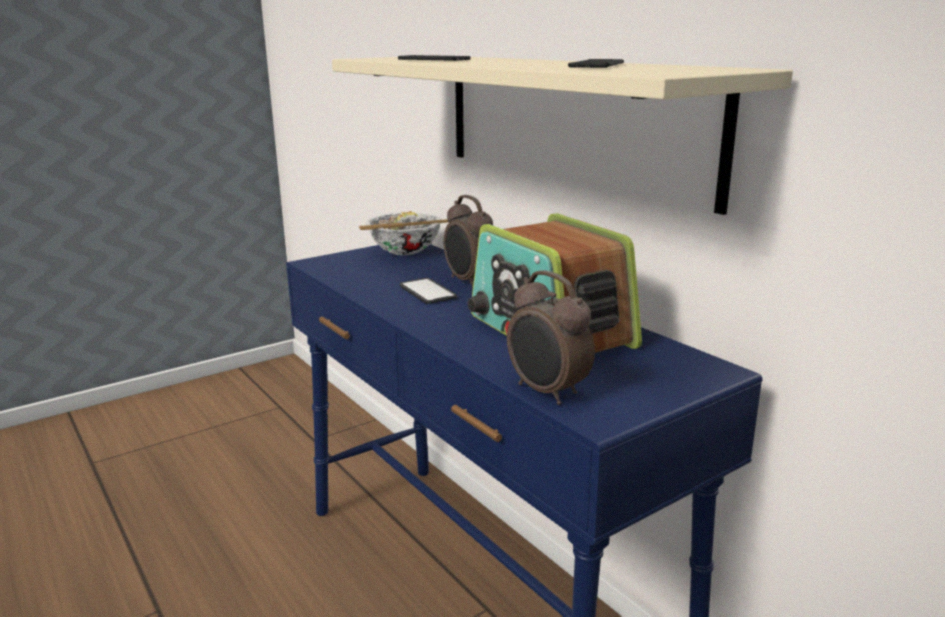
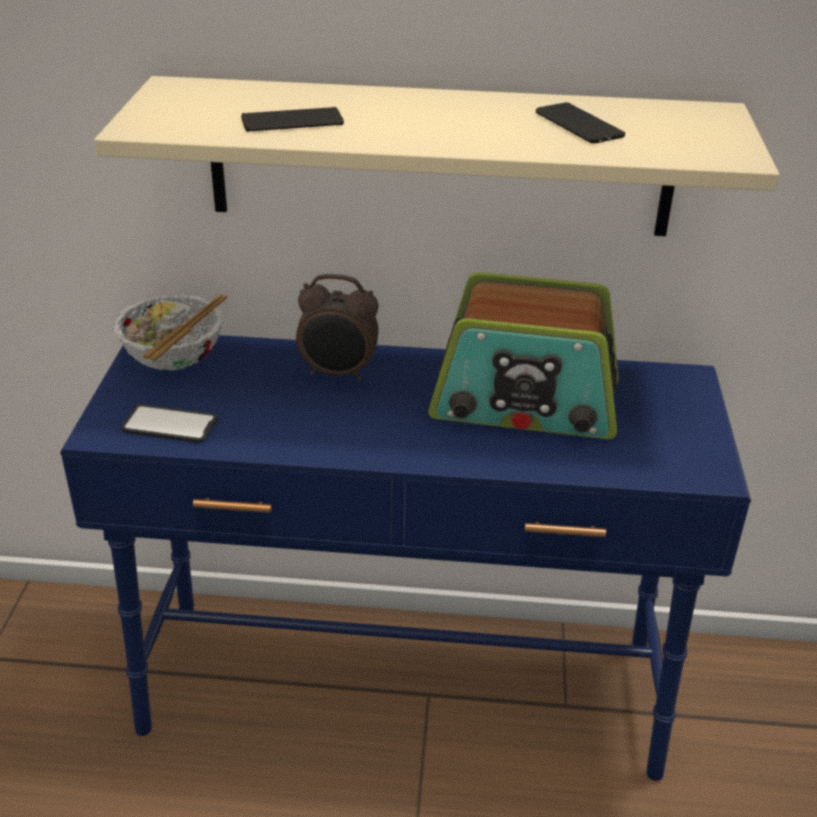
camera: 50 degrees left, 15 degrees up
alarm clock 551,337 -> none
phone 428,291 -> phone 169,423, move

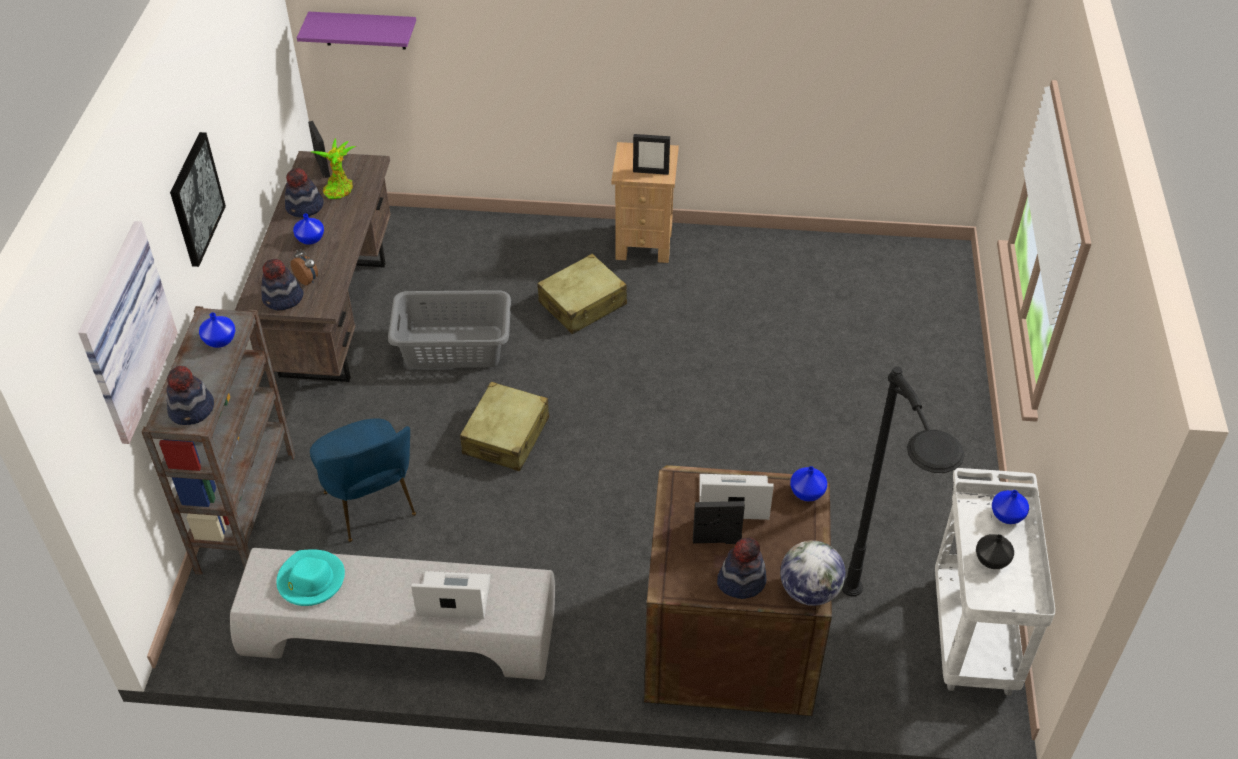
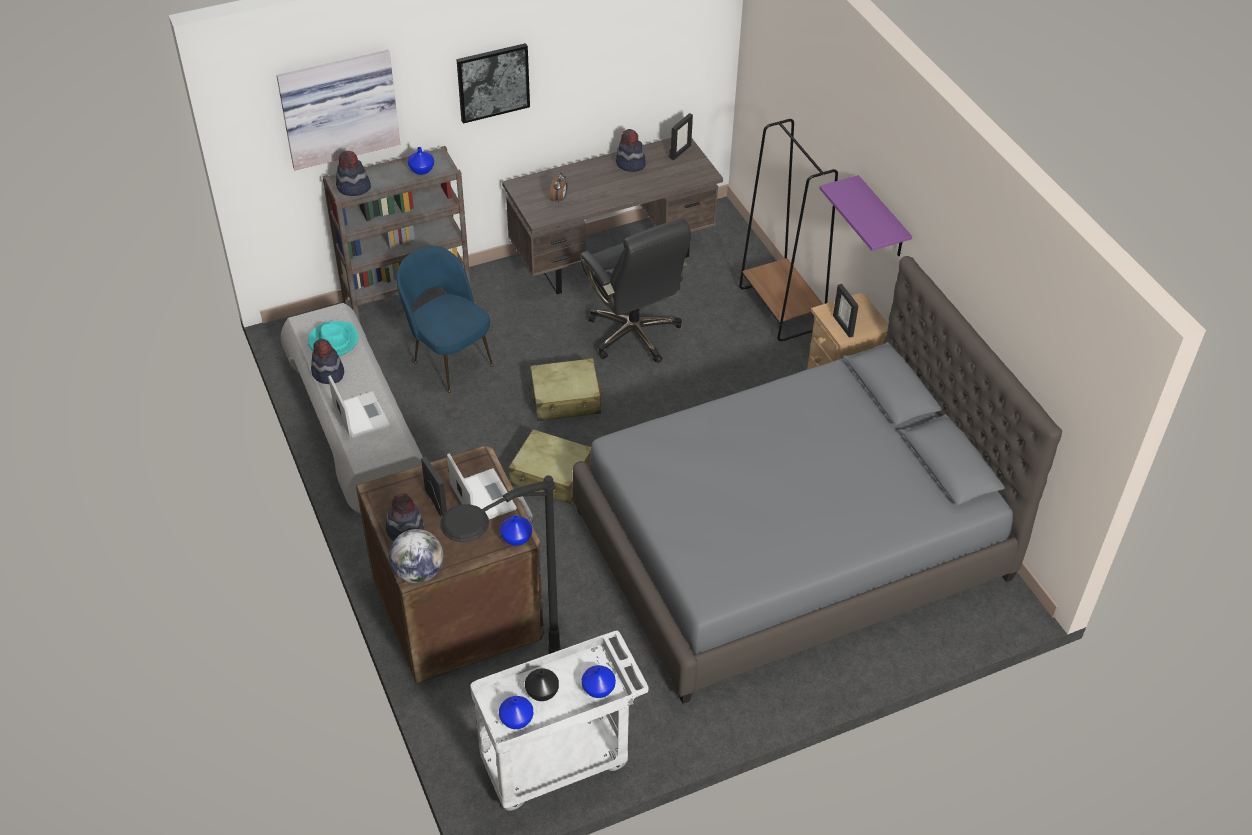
camera: 60 degrees right, 0 degrees up
shelf/purple 356,31 -> shelf/purple 865,215, move
potted plant 334,168 -> none
vase/blue 308,229 -> vase/blue 516,712, move
suitcase/beige 582,294 -> suitcase/beige 549,466, move
hat 282,285 -> hat 327,361, move
laundry basket/grey 449,329 -> office chair/black 635,290
chair/blue 363,480 -> chair/blue 444,319, 105 degrees clockwise
none -> clothes rack 788,230
none -> bed/grey 817,480

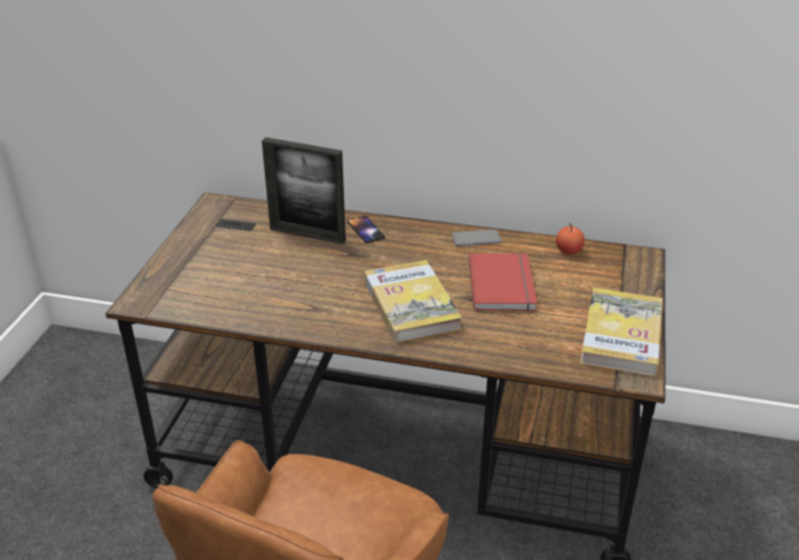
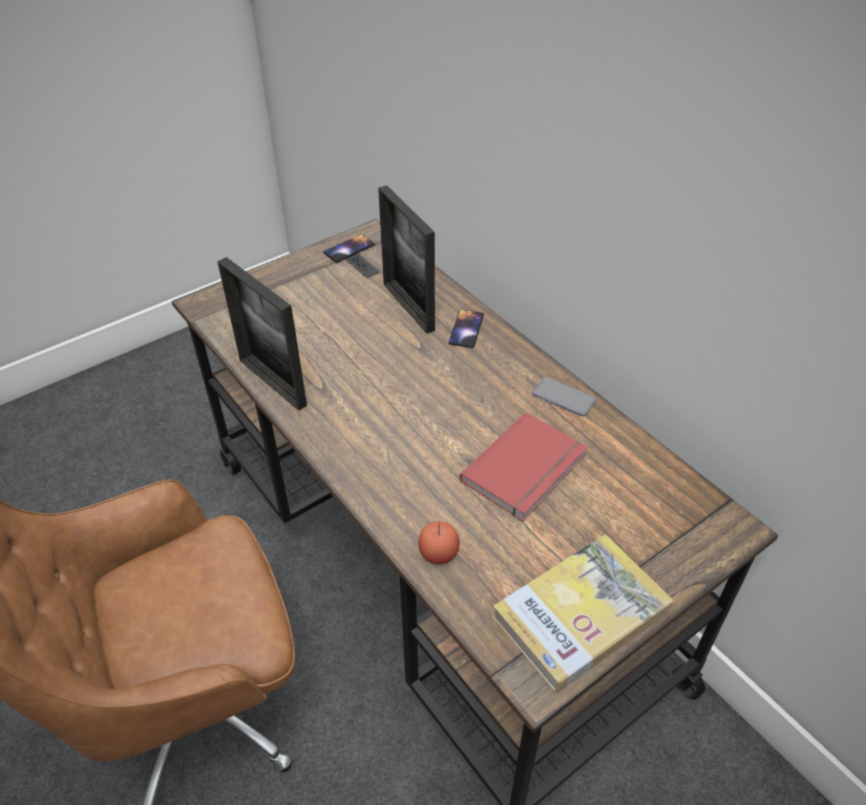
camera: 40 degrees right, 10 degrees up
apple 570,239 -> apple 439,542, move
book 413,301 -> none
none -> phone 349,248
none -> picture frame 262,333

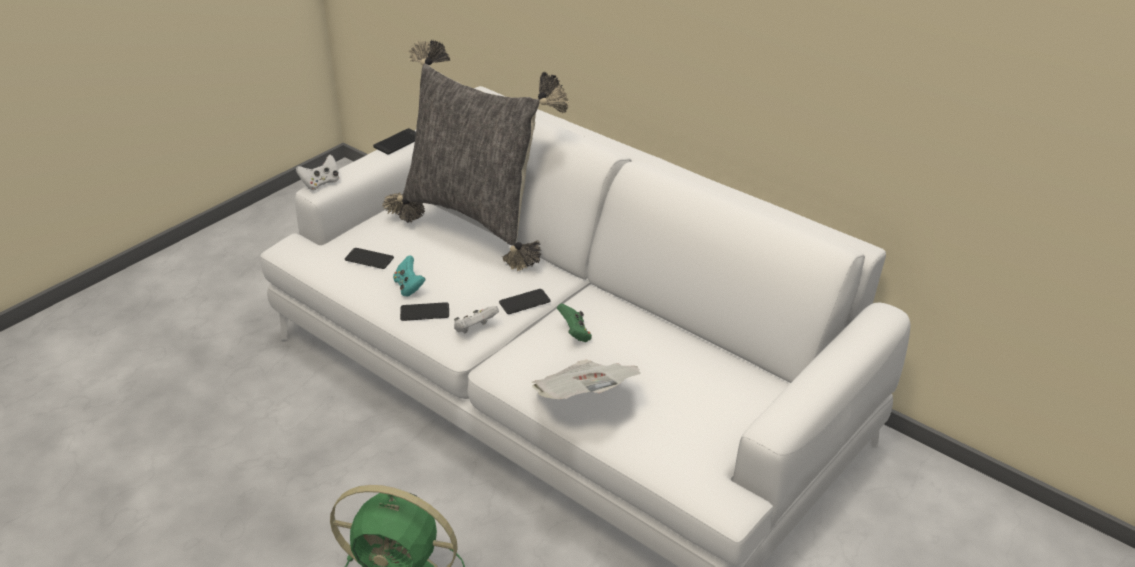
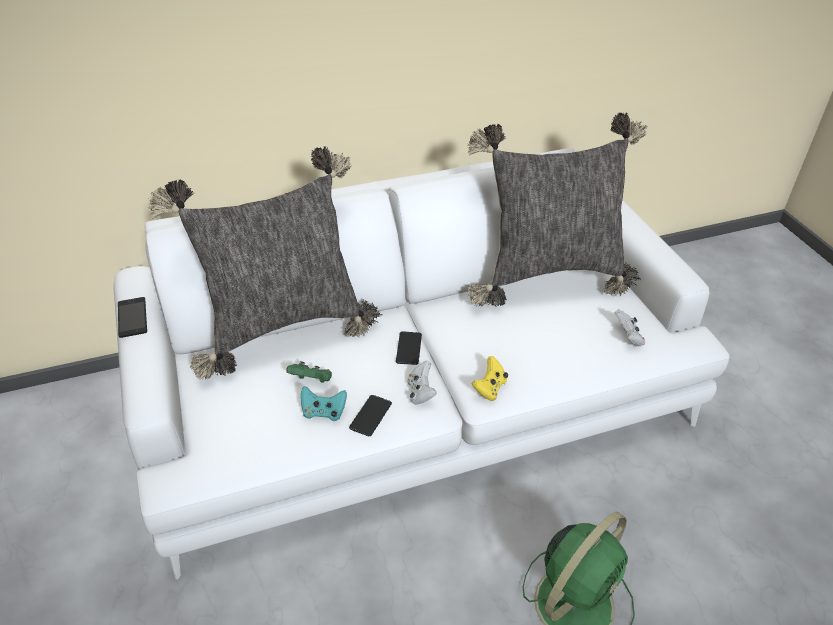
camera: 60 degrees left, 5 degrees up
game controller/white 317,172 -> game controller/white 629,327, move
phone 369,258 -> none
game controller/green 574,323 -> game controller/green 309,372, move
newspaper 586,379 -> none
none -> pillow 558,209
none -> game controller/yellow 490,378

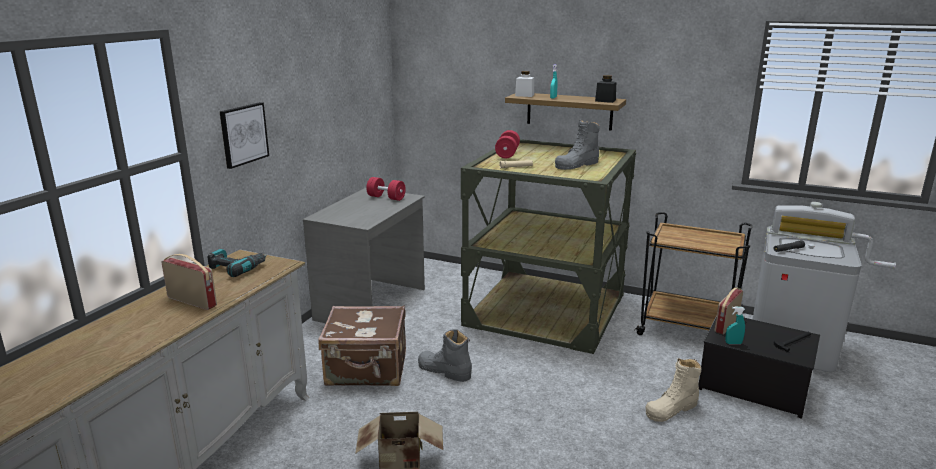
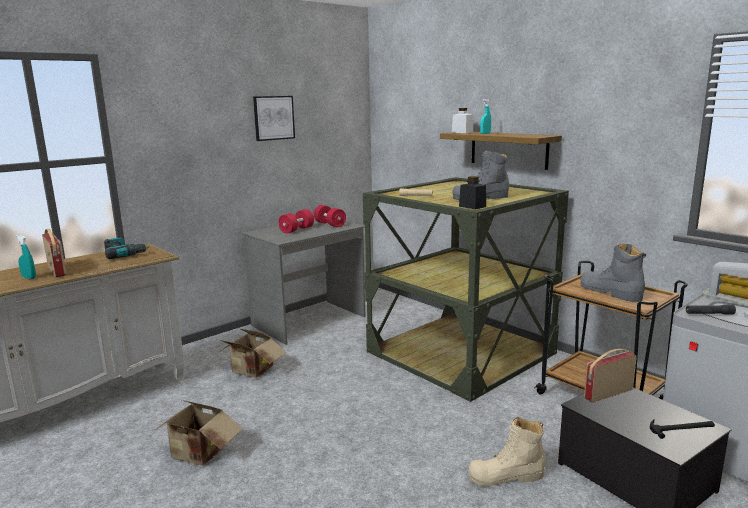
camera: 25 degrees right, 5 degrees down
jar/black 605,89 -> jar/black 472,193, move
picture 244,135 -> picture 274,118, move
dumbbell/red 507,144 -> dumbbell/red 296,221, move
suitcase/brown 362,346 -> cardboard box 252,353
spray bottle/turquoise 735,325 -> spray bottle/turquoise 26,257, move
boot/grey 445,355 -> boot/grey 613,273, move

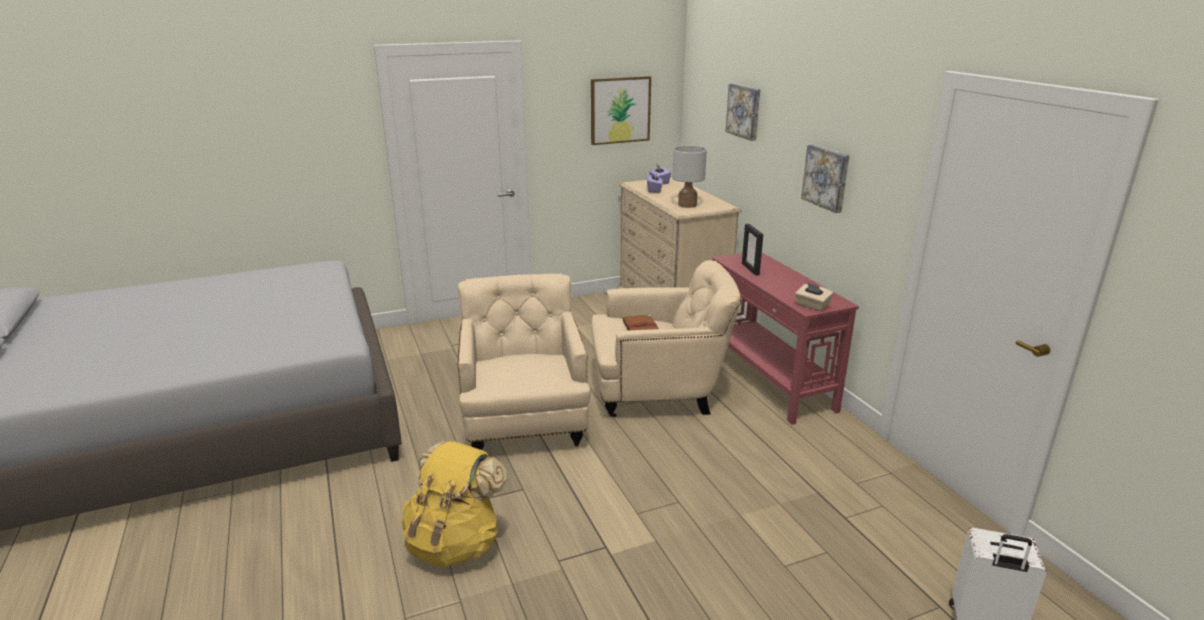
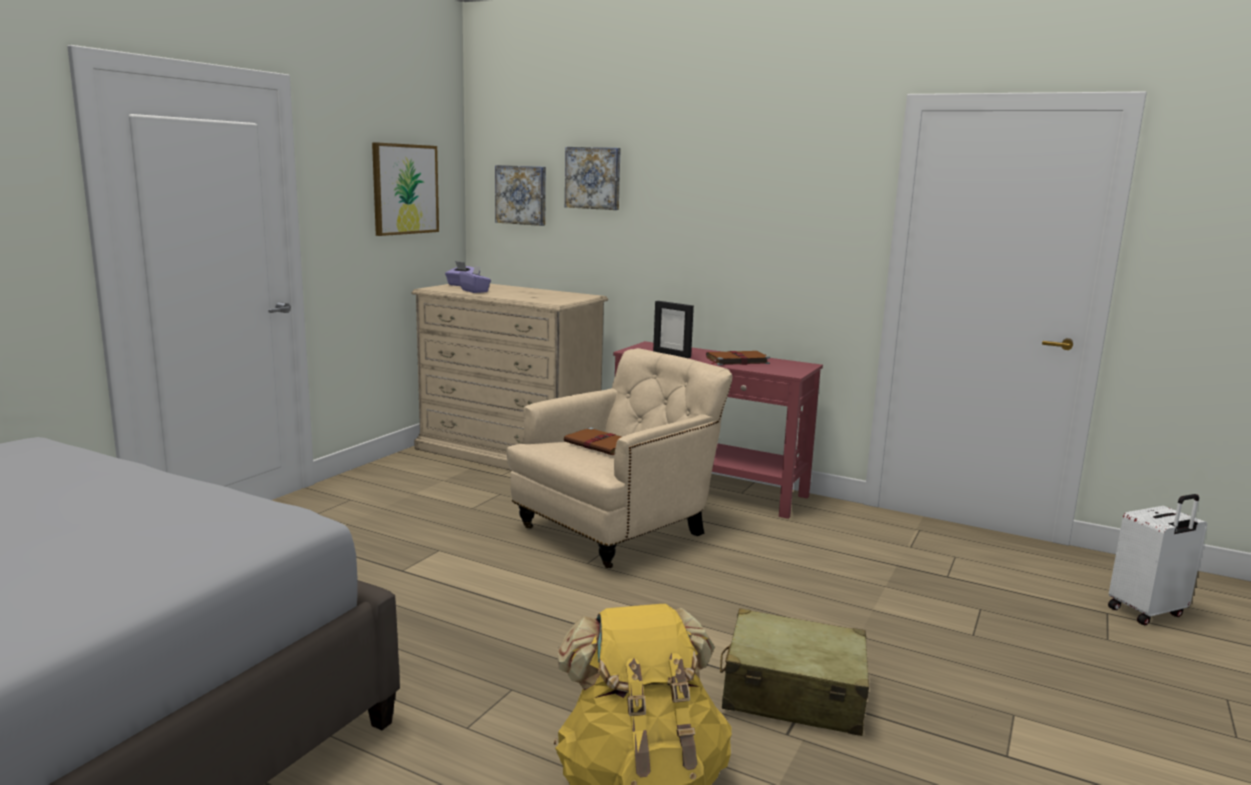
camera: 40 degrees left, 10 degrees down
picture 825,178 -> picture 520,195, move
table lamp/grey 689,177 -> none
armchair/beige 524,362 -> none
tissue box/beige 814,297 -> none
none -> book/brown 738,358
none -> suitcase/beige 794,672

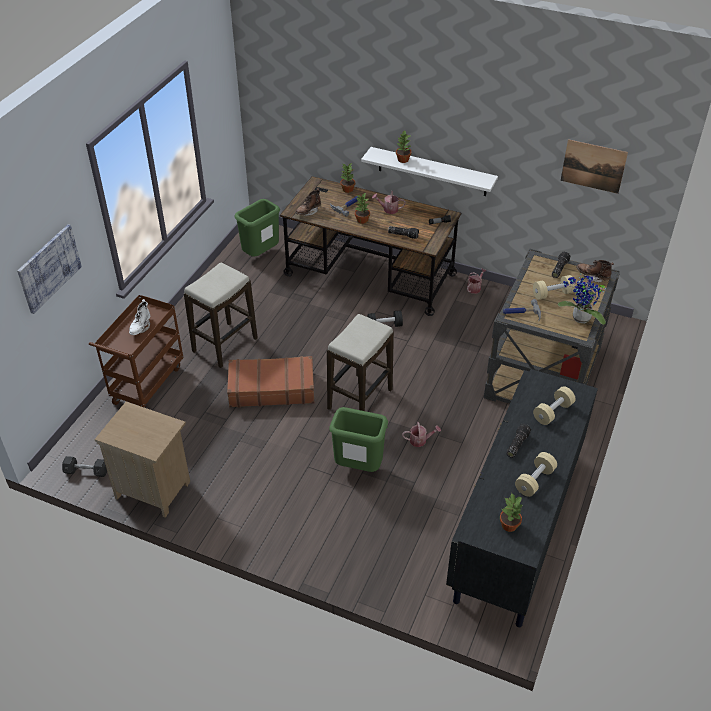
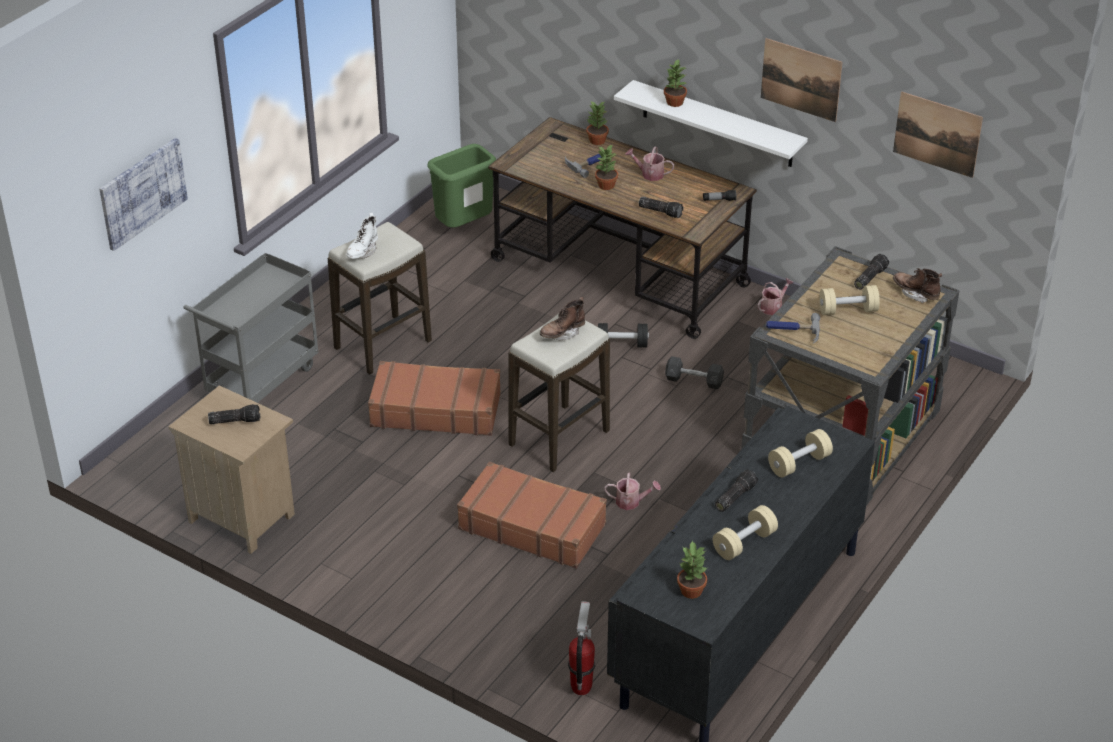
camera: 10 degrees right, 5 degrees down
boot/brown 308,202 -> boot/brown 562,319, move
potted plant 581,299 -> none
cart/brown 136,351 -> cart/grey 250,328
boot/white 139,317 -> boot/white 362,236, move
trash can/green 358,439 -> suitcase/brown 532,515
dumbbell/grey 84,466 -> dumbbell/grey 694,372, move
none -> picture 802,80
none -> flashlight 234,414
none -> fire extinguisher 581,648

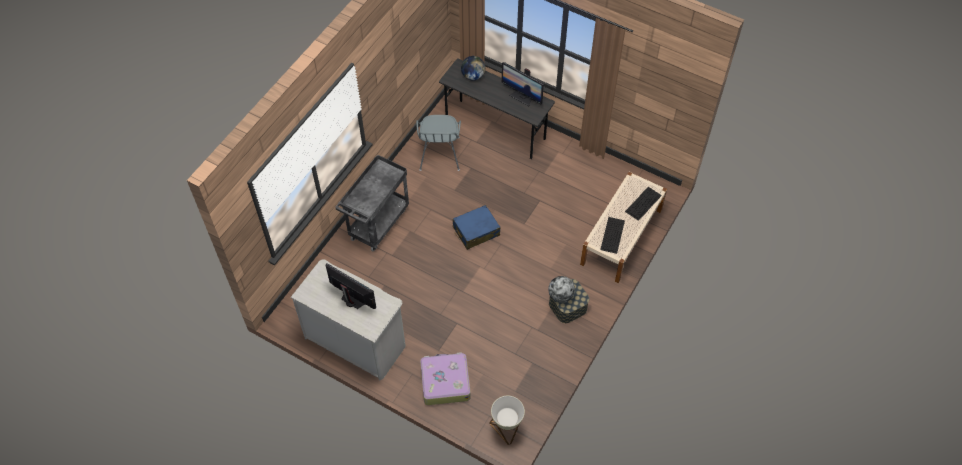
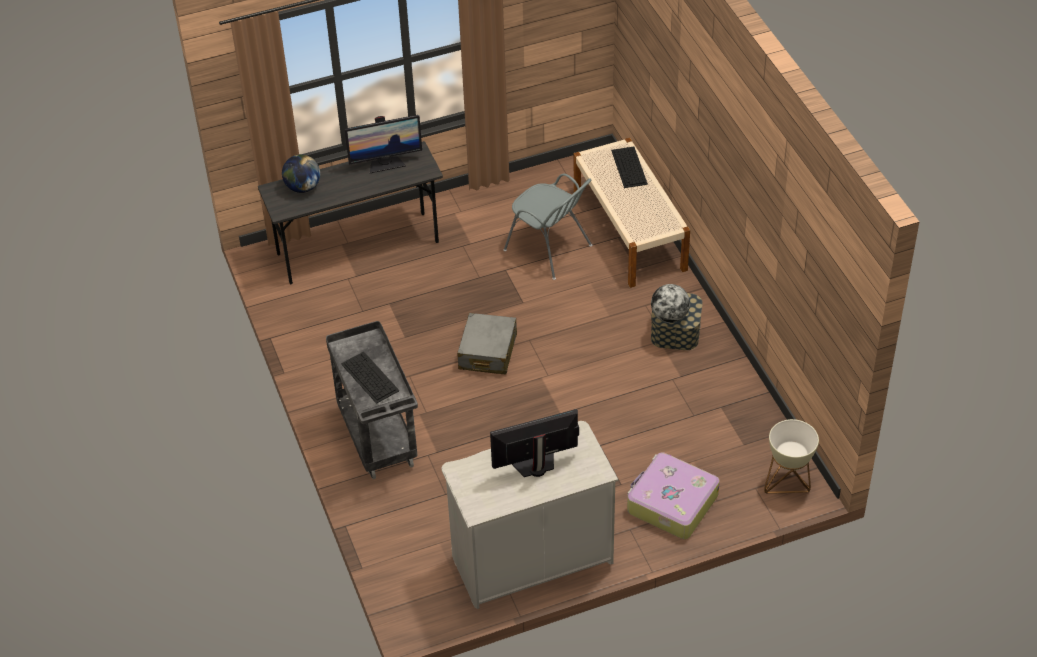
camera: 50 degrees left, 10 degrees down
chair/grey 438,143 -> chair/grey 547,227, move
suitcase/blue 476,227 -> suitcase/grey 487,343
keyboard 612,235 -> keyboard 370,377, move

